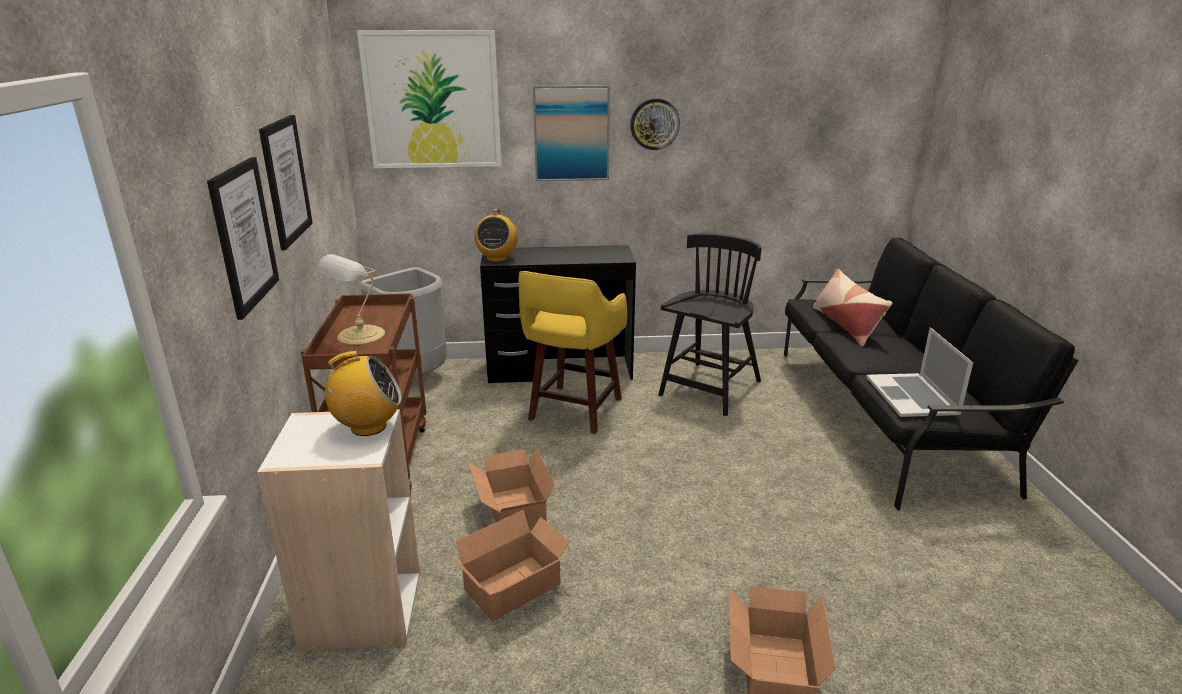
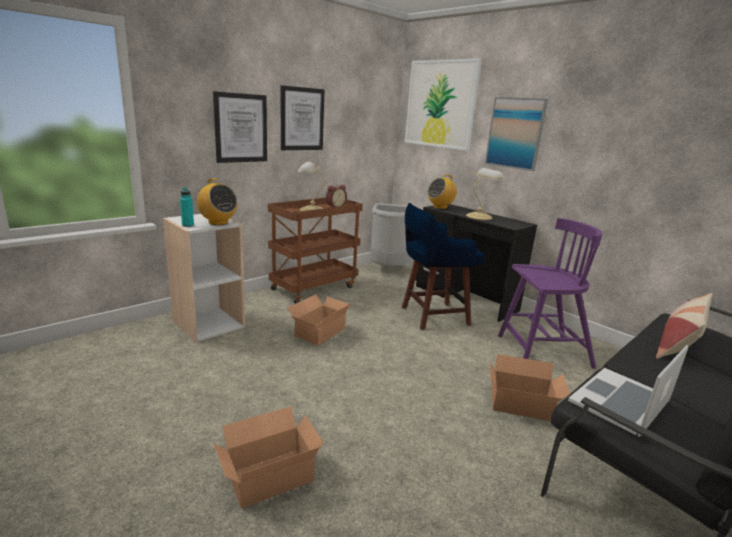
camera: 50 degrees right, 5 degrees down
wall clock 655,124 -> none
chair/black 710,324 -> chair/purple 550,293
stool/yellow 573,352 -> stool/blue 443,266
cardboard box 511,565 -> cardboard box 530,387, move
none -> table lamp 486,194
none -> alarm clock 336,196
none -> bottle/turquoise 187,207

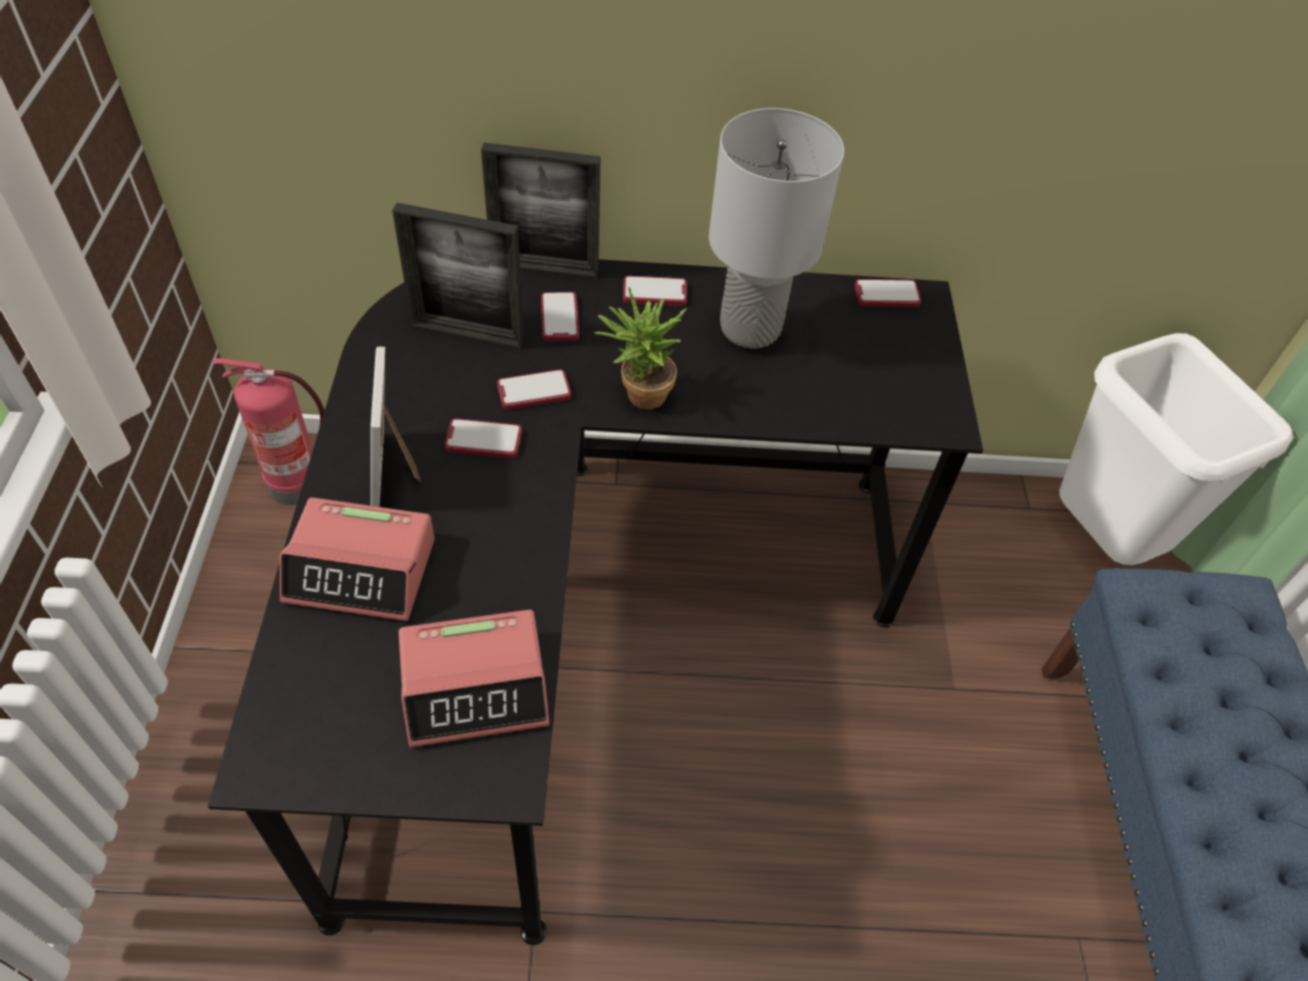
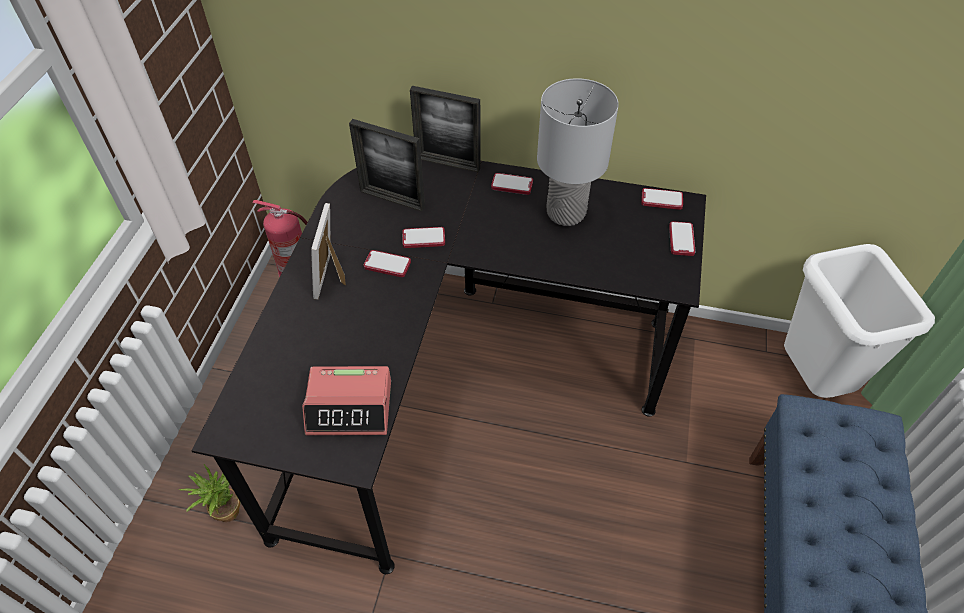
camera: 15 degrees right, 0 degrees up
potted plant 640,348 -> potted plant 209,493, move
phone 560,316 -> phone 682,238, move
alarm clock 357,559 -> none

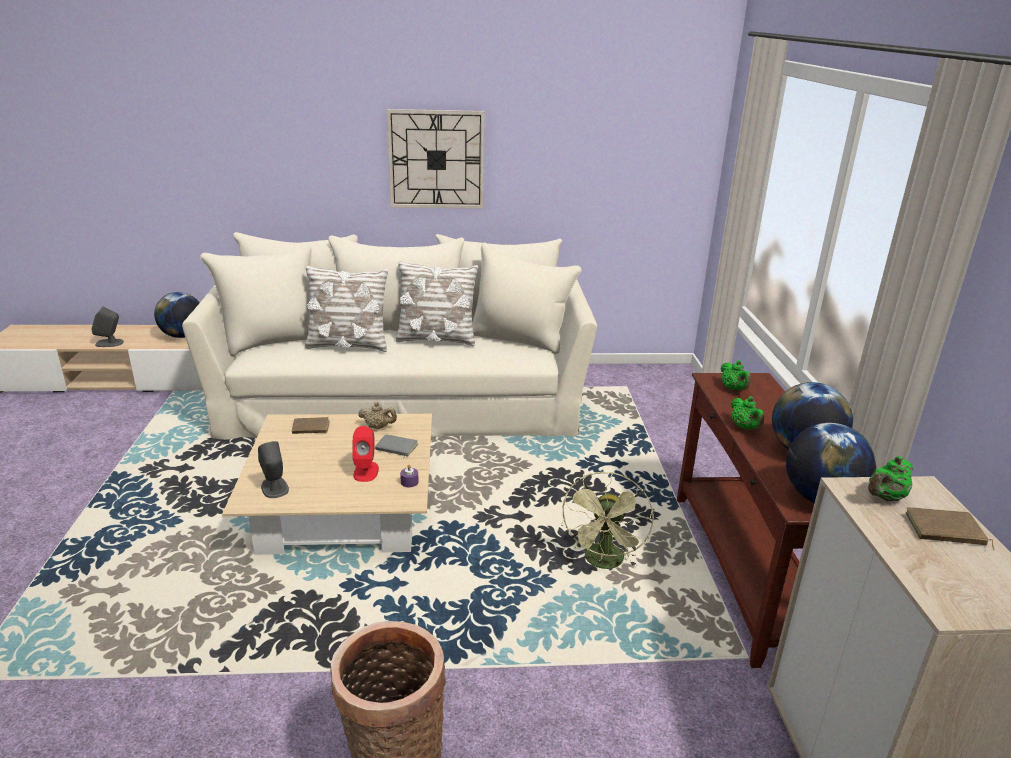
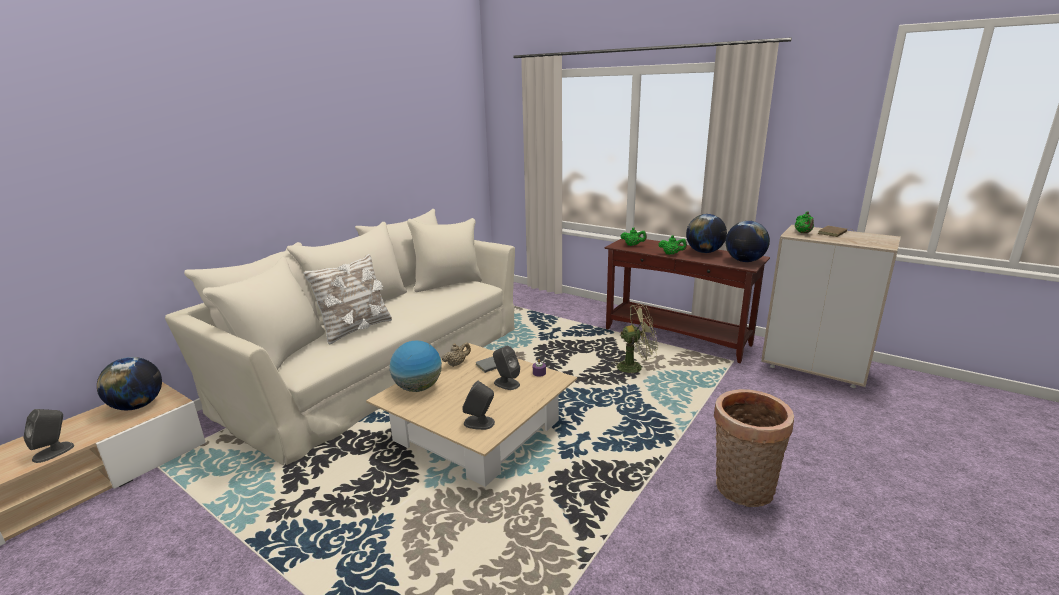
camera: 50 degrees left, 5 degrees down
wall clock 436,159 -> none
pillow/white 437,303 -> none
book/brown 311,425 -> globe 416,366
speaker/red 365,454 -> speaker/grey 506,368
fan/green 607,520 -> fan/green 634,339, 60 degrees counterclockwise

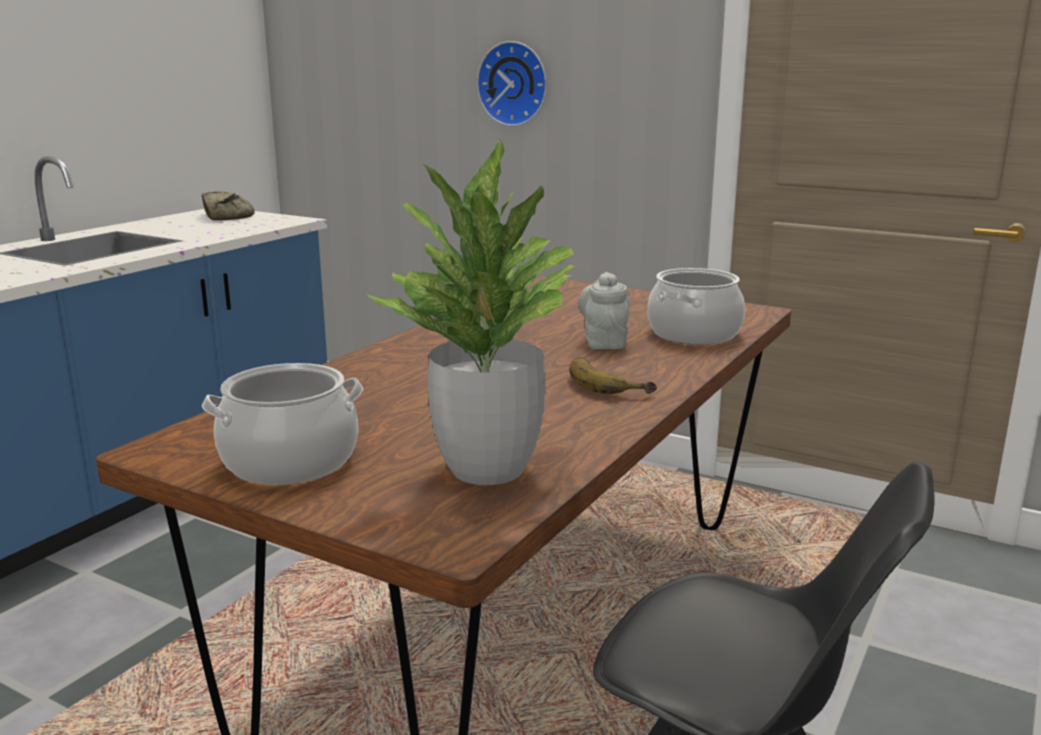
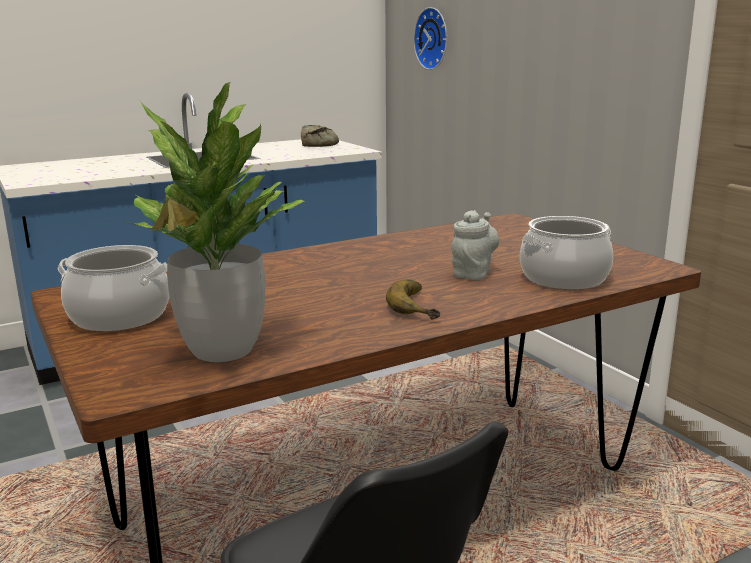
camera: 30 degrees right, 0 degrees up
wall clock 512,83 -> wall clock 430,38, move

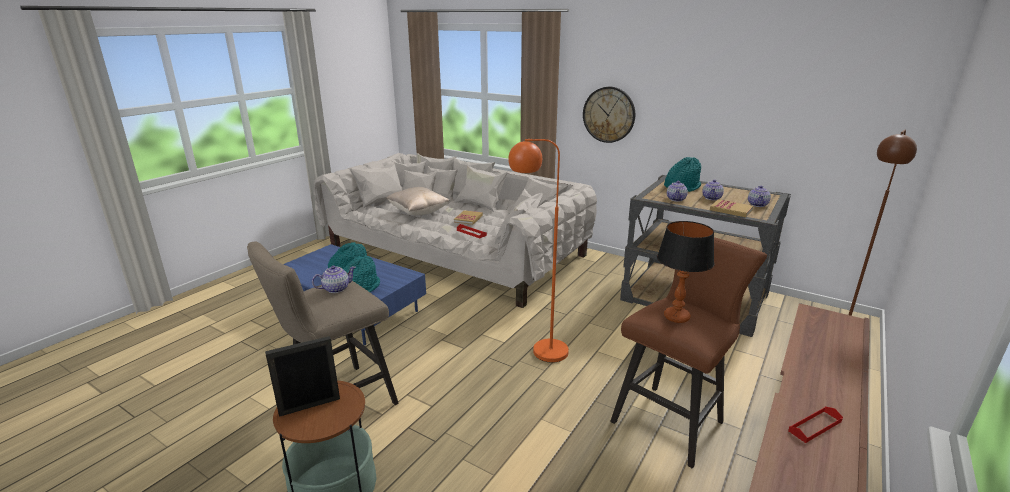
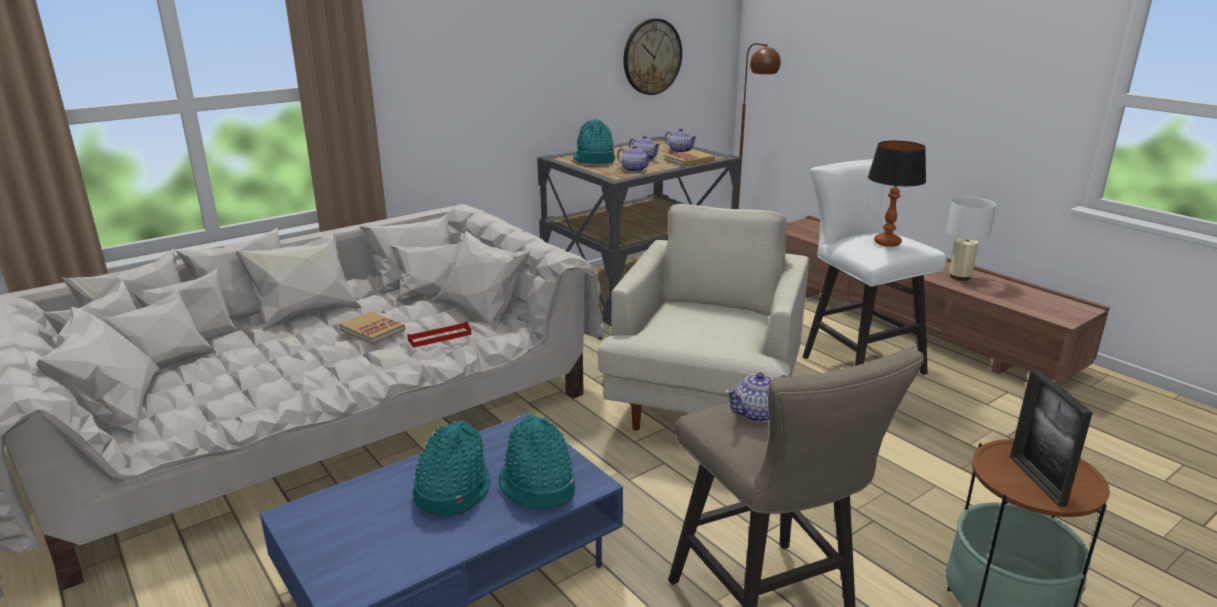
camera: 70 degrees left, 0 degrees up
wall clock 609,115 -> wall clock 653,56, move
floor lamp/orange 538,251 -> armchair/beige 703,317
pillow/beige 418,201 -> none
stool/brown 688,353 -> stool/white 875,267
teapot 334,279 -> teapot 756,397, 105 degrees counterclockwise
tray/red 815,424 -> table lamp/white 971,238

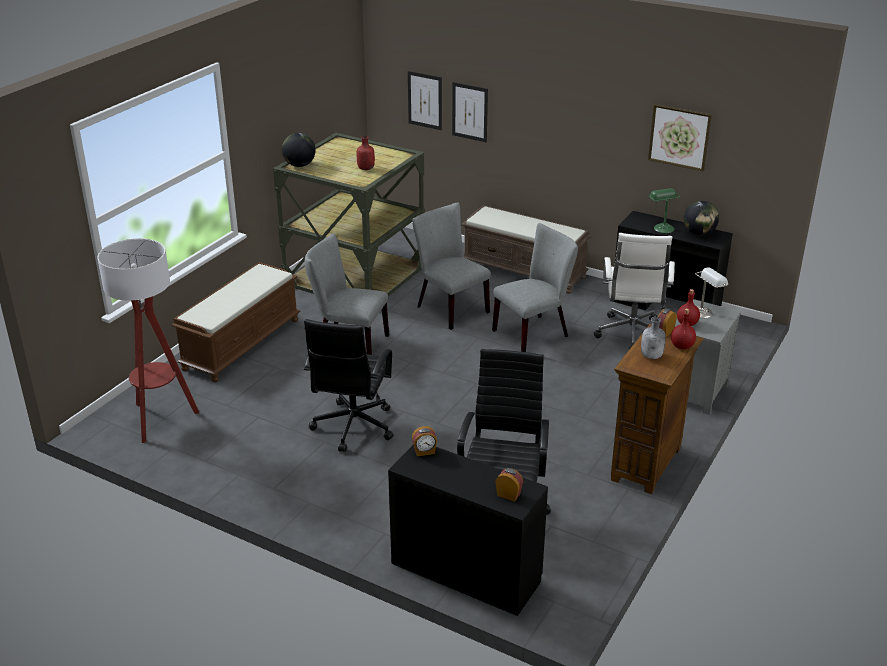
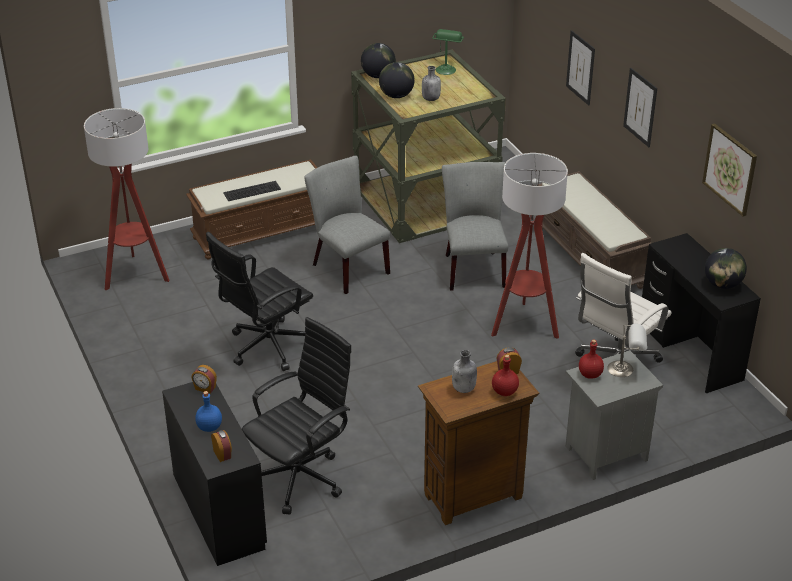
camera: 35 degrees right, 5 degrees up
picture 425,100 -> picture 640,107, move
bottle/red 366,153 -> bottle/grey 431,83
table lamp/green 665,210 -> table lamp/green 448,52, move
chair/grey 535,287 -> floor lamp 529,246
none -> globe 397,80
none -> keyboard 252,191
none -> bottle/blue 208,411

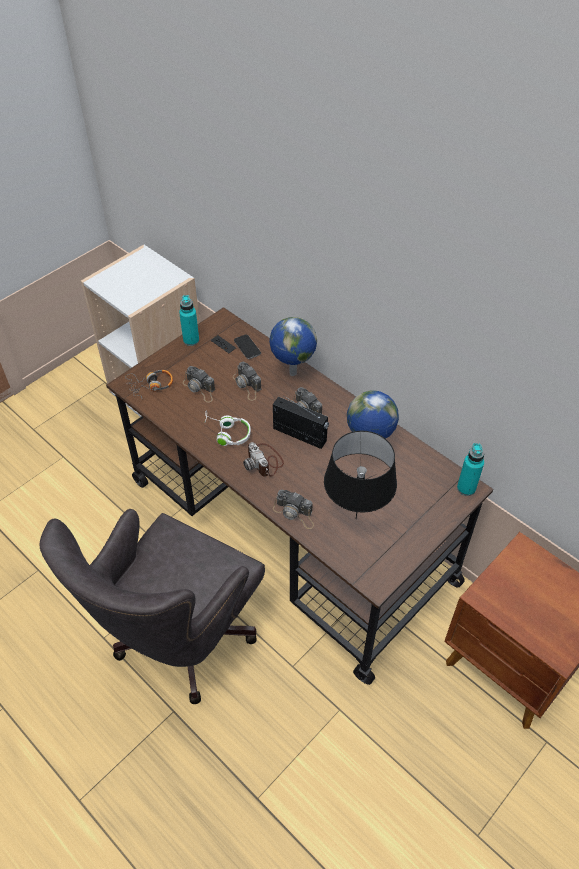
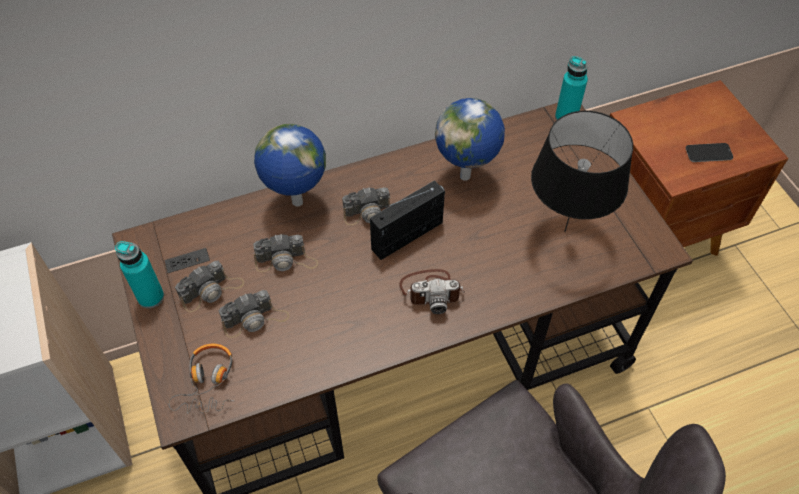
camera: 65 degrees left, 5 degrees up
phone 247,346 -> phone 709,152, move
headphones/white 228,428 -> none
photo camera 293,509 -> photo camera 210,287, move

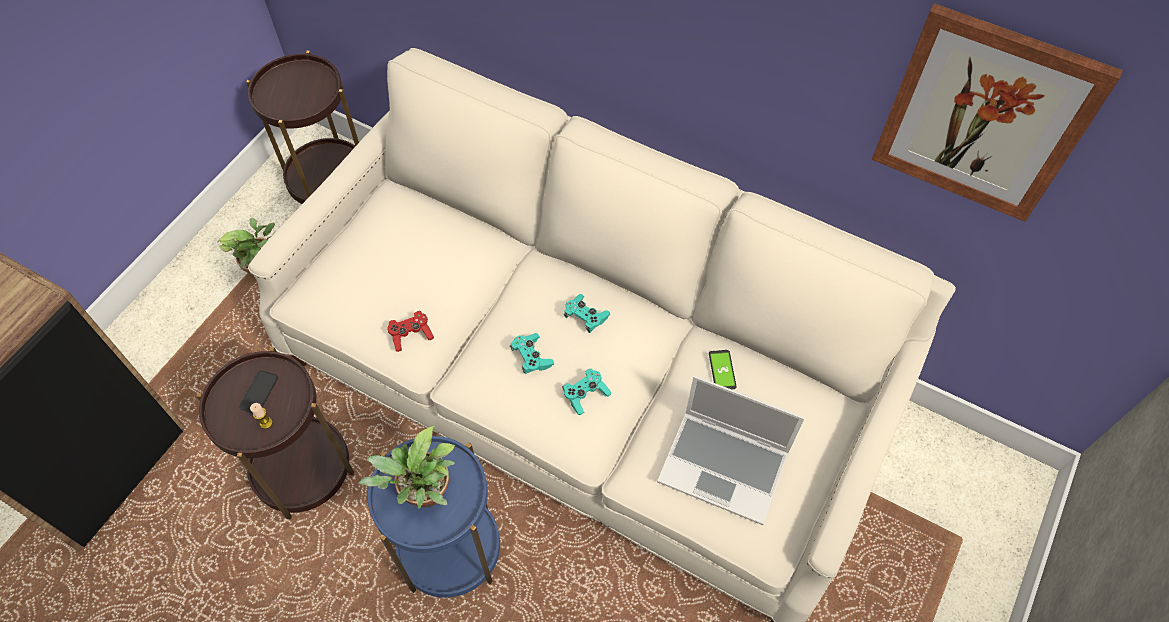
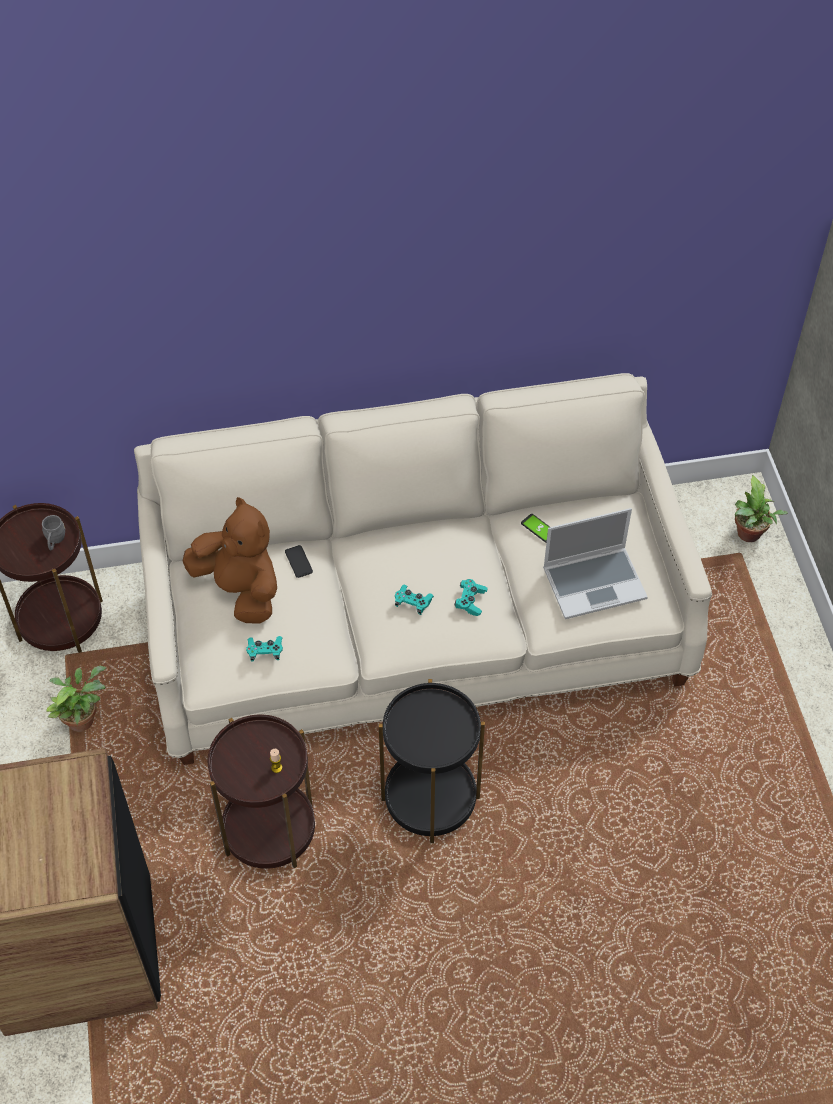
camera: 40 degrees left, 5 degrees down
picture 997,112 -> none
game controller/turquoise 587,313 -> game controller/turquoise 264,649, move
game controller/red 410,331 -> none
phone 258,391 -> phone 299,561, move
potted plant 406,466 -> potted plant 761,508, move
side table/blue 434,517 -> side table/black 432,761
none -> plush toy/brown 229,560
none -> mug/grey 53,532

